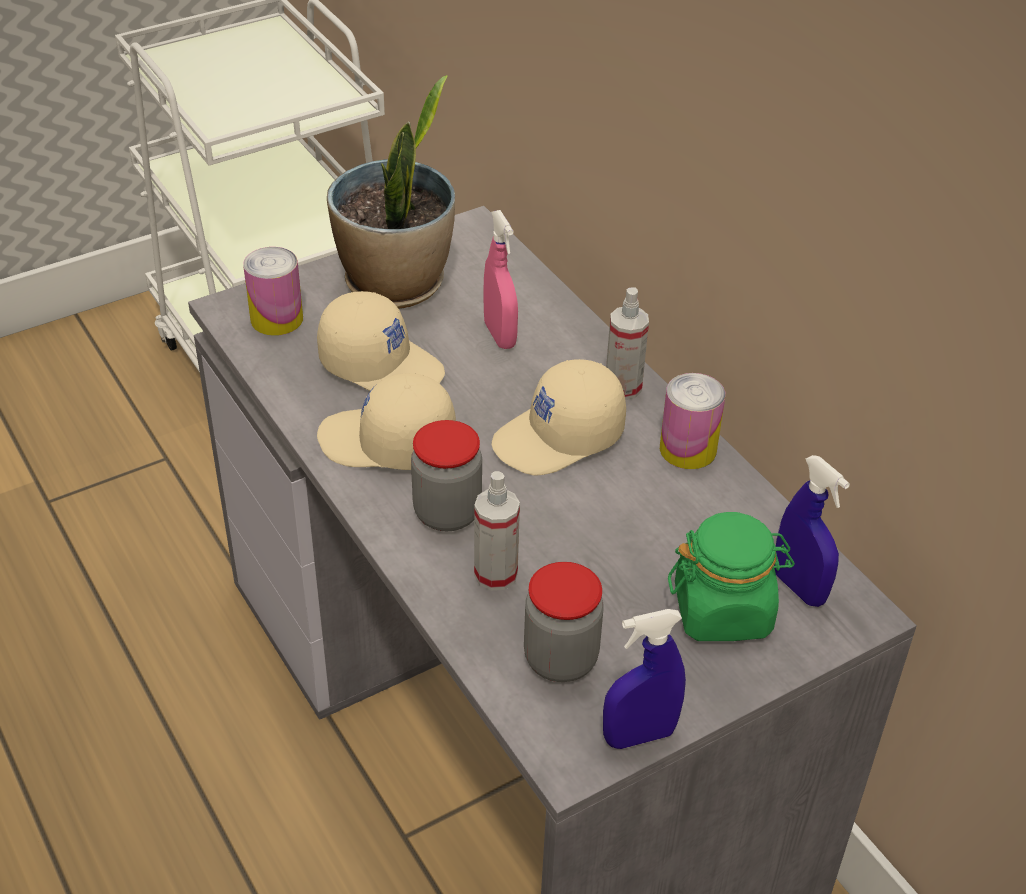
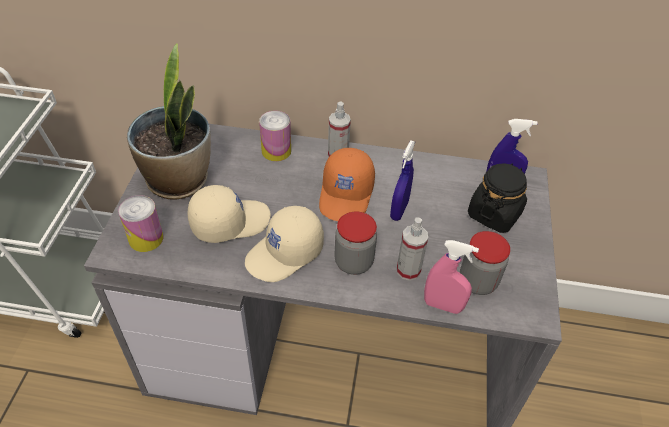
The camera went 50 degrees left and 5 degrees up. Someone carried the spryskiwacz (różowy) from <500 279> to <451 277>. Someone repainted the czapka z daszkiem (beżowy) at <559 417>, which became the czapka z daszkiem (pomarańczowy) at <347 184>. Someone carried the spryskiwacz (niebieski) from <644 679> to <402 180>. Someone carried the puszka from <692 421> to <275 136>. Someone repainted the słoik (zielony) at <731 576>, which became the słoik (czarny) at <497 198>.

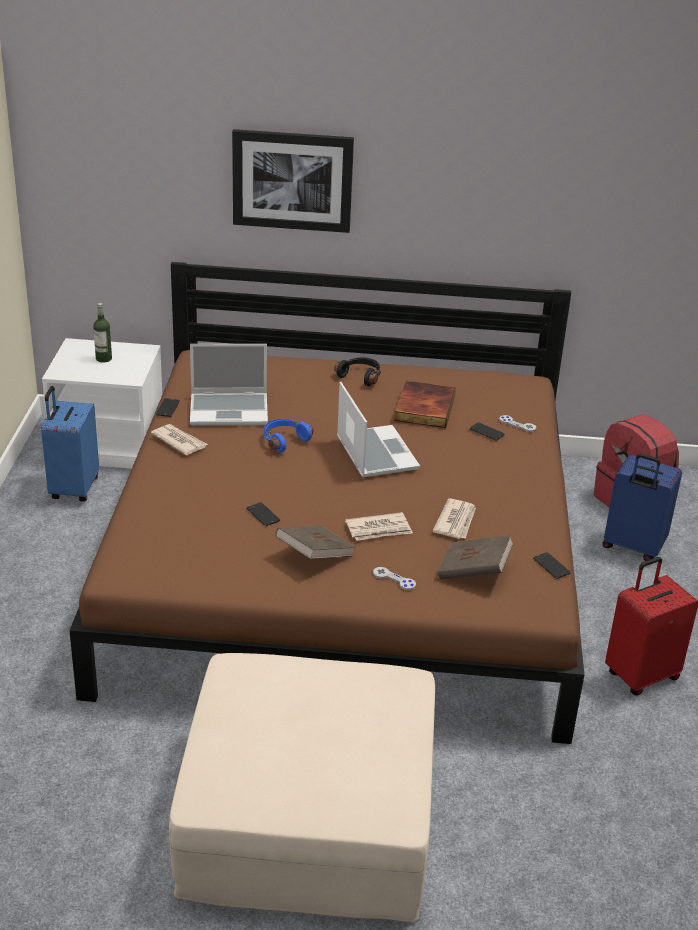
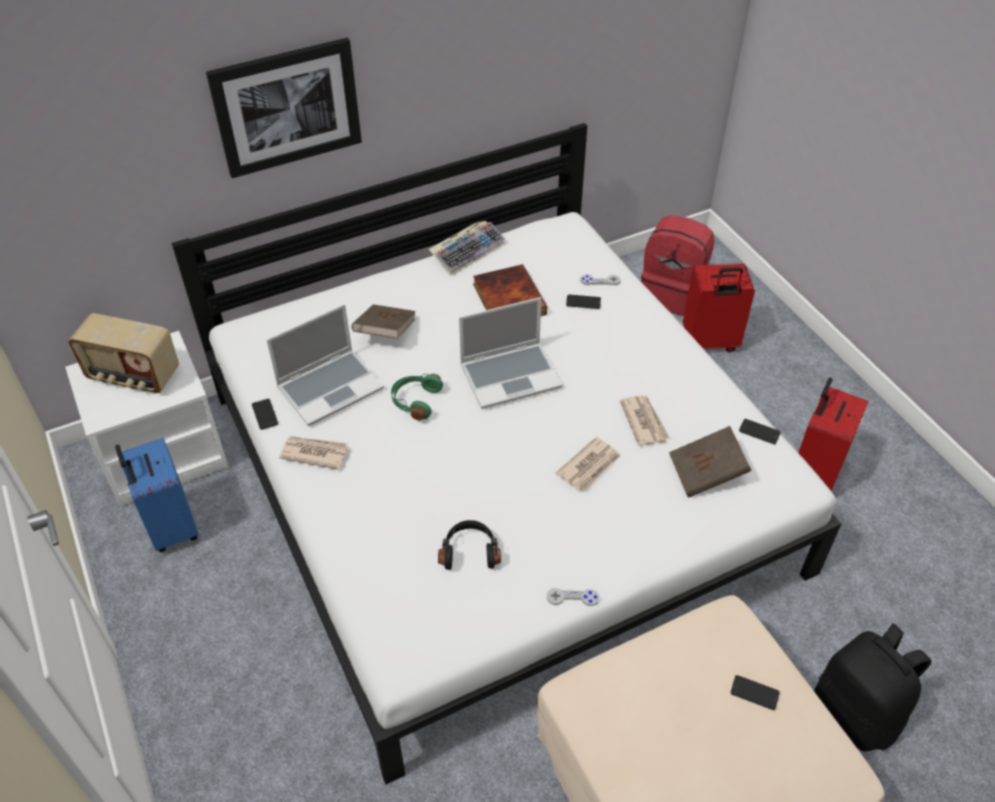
The camera went 30 degrees left and 15 degrees up. Someone repainted the łóżko (brązowy) at <326 503>, which became the łóżko (biały) at <506 453>. Someone swapped the butelka at <102 333> for the radio at <123 353>. Someone carried the telefon from <263 514> to <755 692>. Someone repainted the słuchawki (niebieski) at <289 436>, which became the słuchawki (zielony) at <417 397>. Someone carried the książka (brązowy) from <315 542> to <384 321>. Someone carried the słuchawki (czarny) from <357 371> to <469 545>. Someone rotated the laptop at <378 429> by 120 degrees clockwise. Someone carried the pad do gier (szary) from <394 578> to <573 597>. Someone repainted the walizka (niebieski) at <642 507>, which became the walizka (czerwony) at <719 308>. Someone put down the klawiatura at <467 248>. Someone put down the plecak (czarny) at <872 687>.

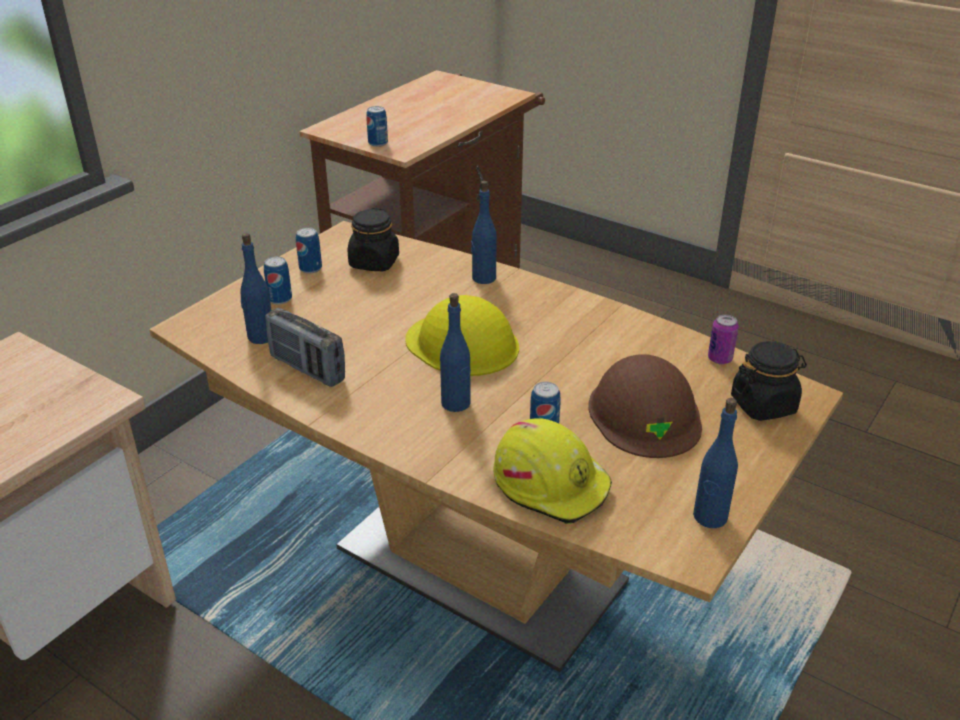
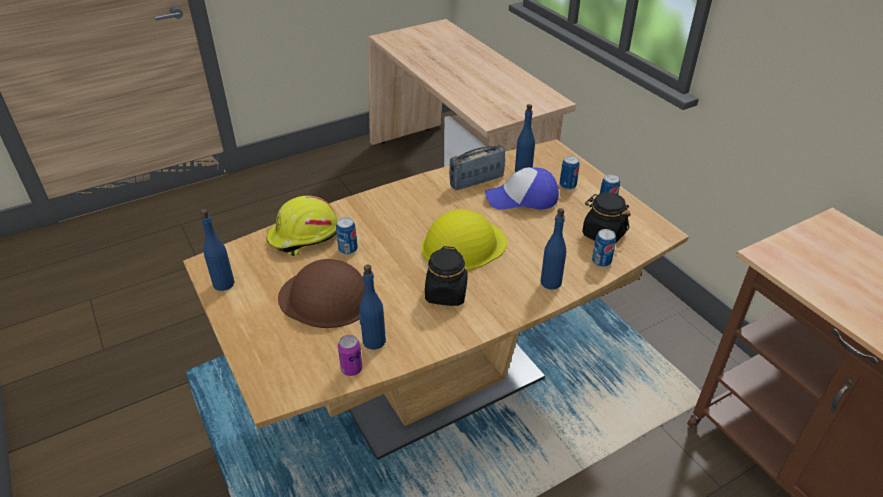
The camera went 115 degrees right and 5 degrees up. Someone carried the puszka from <377 126> to <604 248>. Someone carried the butelka (niebieski) from <455 352> to <372 307>. Someone carried the słoik (czarny) from <769 381> to <446 276>. Someone put down the czapka z daszkiem at <522 188>.

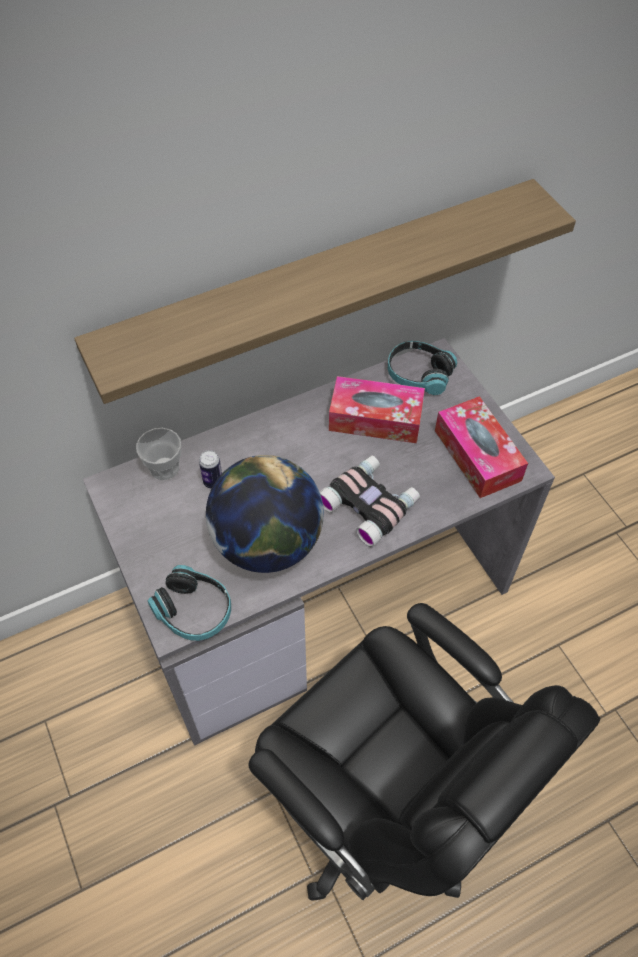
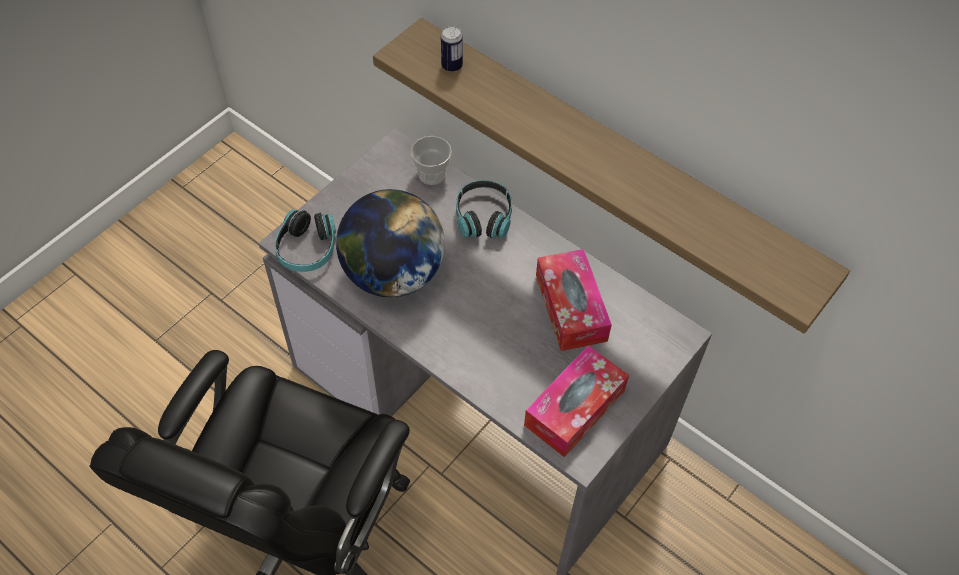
The camera went 65 degrees right and 0 degrees up. Someone carried the puszka from <210 469> to <452 49>. Someone took away the lornetka at <370 501>. Someone carried the słuchawki from <422 368> to <484 209>.

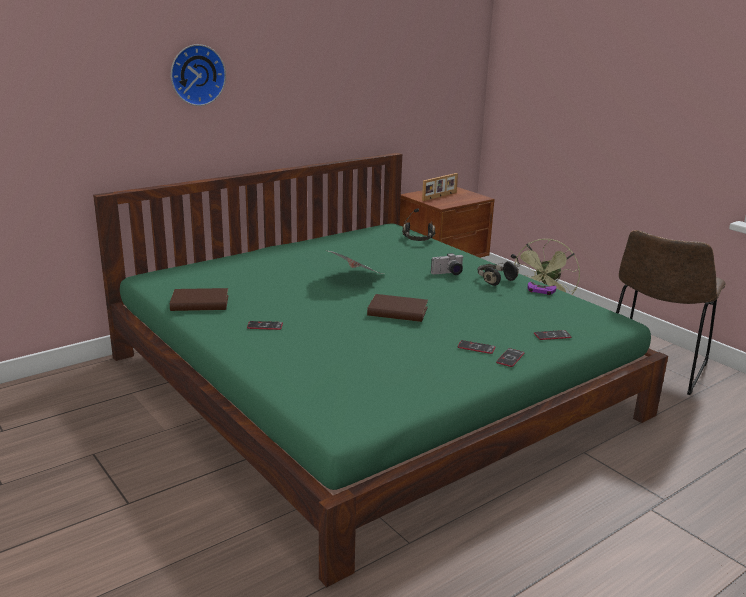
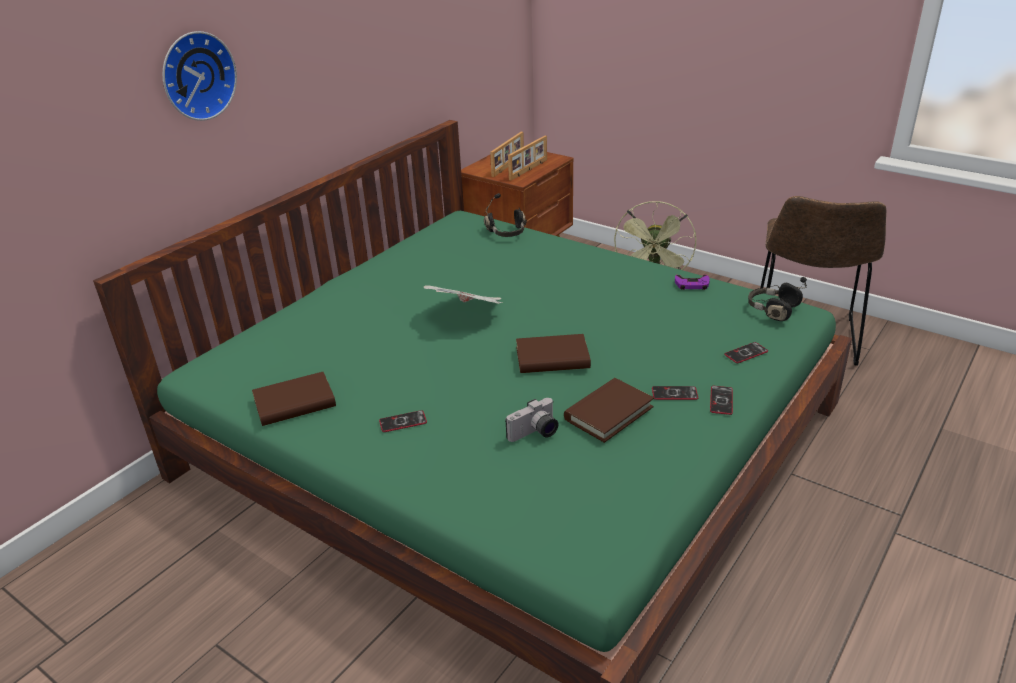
The camera went 15 degrees left and 10 degrees up. Someone carried the aparat fotograficzny from <447 264> to <532 420>. Someone carried the słuchawki (czarny) from <499 270> to <777 299>. Someone put down the ramka na zdjęcie at <527 158>. Someone put down the książka (brązowy) at <609 410>.

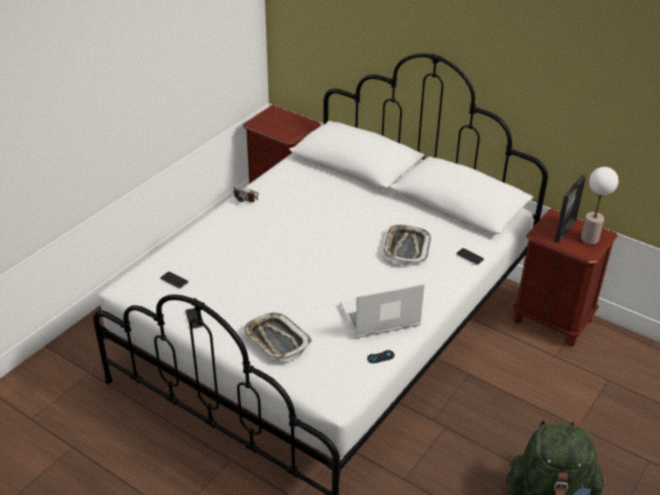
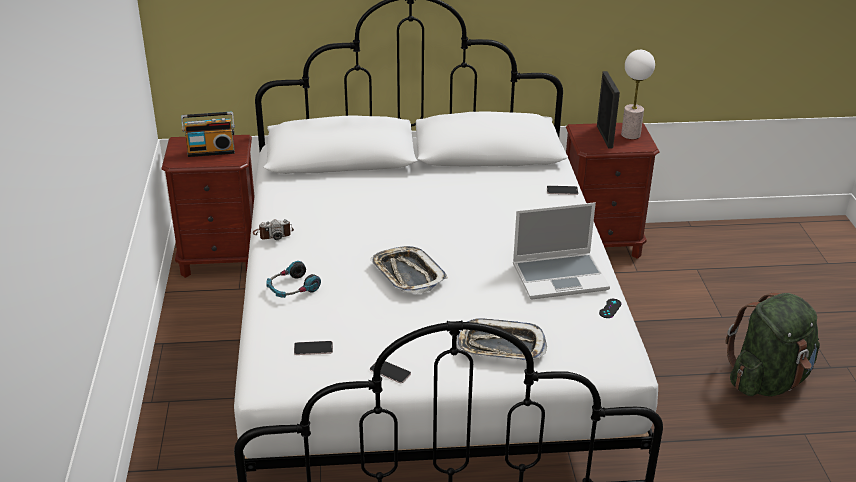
The camera went 40 degrees left and 5 degrees down. Someone rotated the laptop at <382 310> by 135 degrees counterclockwise. Someone carried the taca from <407 244> to <409 270>. Someone put down the radio at <208 134>. Someone put down the słuchawki at <293 279>.

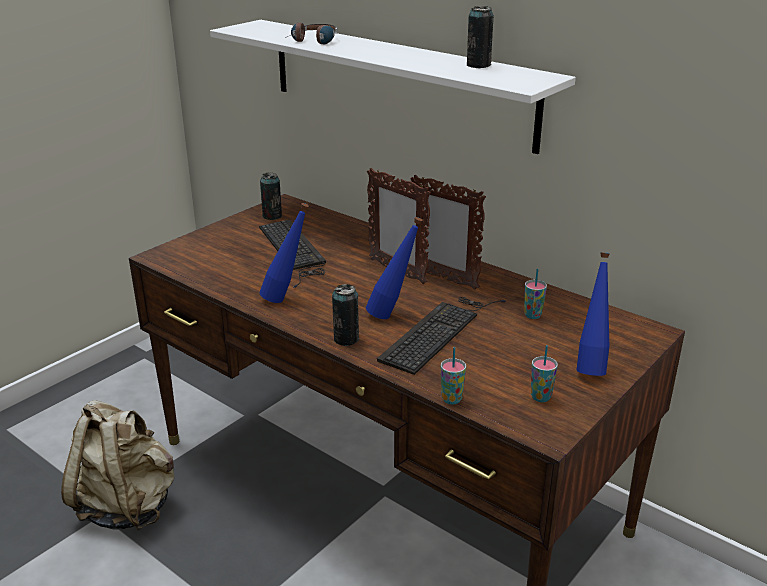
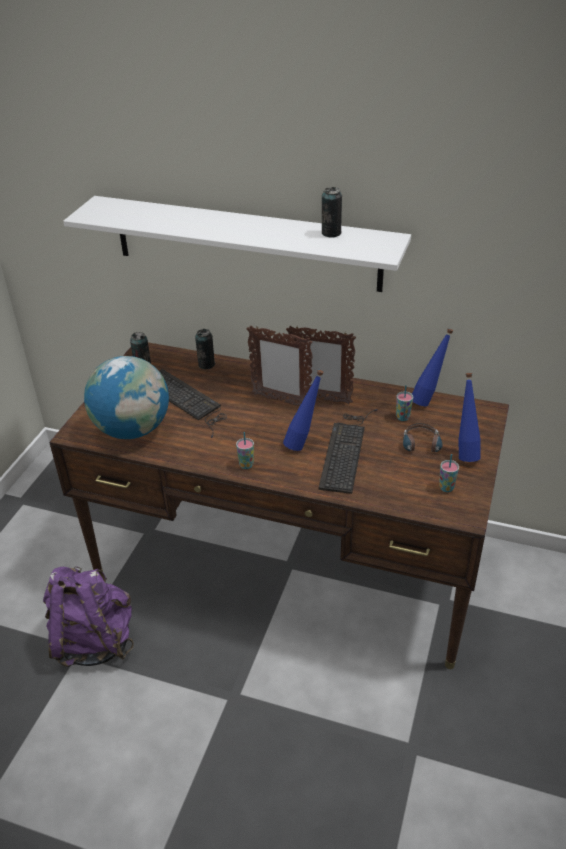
The camera went 20 degrees left and 10 degrees up. Someone repainted the plecak (beżowy) at <118 465>, which became the plecak (fioletowy) at <88 616>. Someone carried the butelka (niebieski) from <284 253> to <432 367>. Someone carried the słuchawki from <311 33> to <422 439>. Someone carried the puszka from <345 315> to <205 349>. Someone carried the filiżanka from <453 376> to <245 450>. Someone put down the globus at <126 397>.

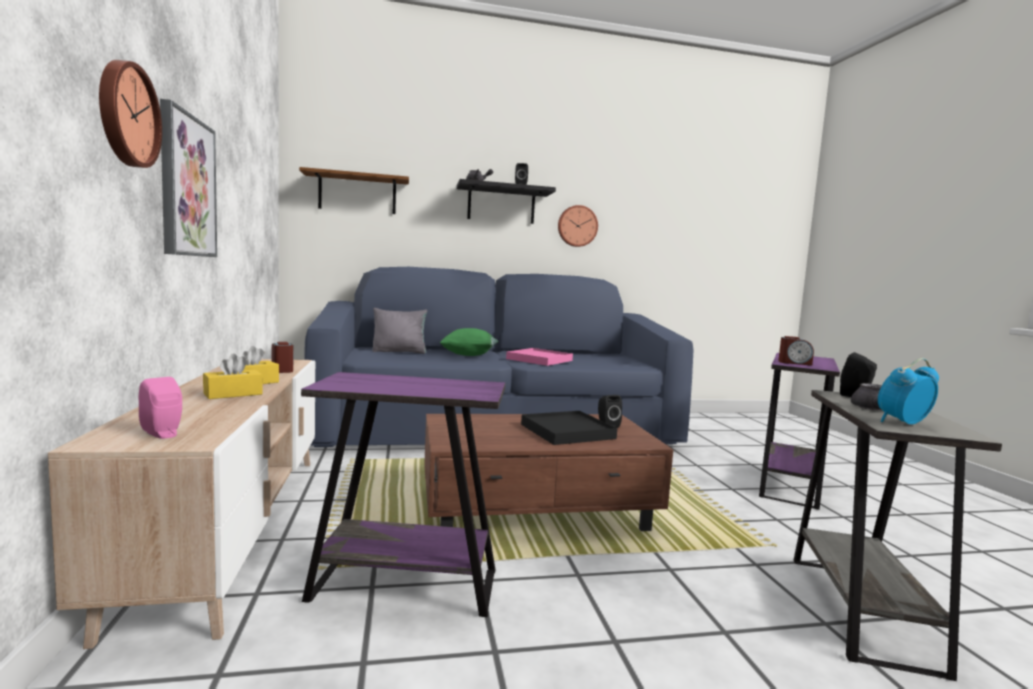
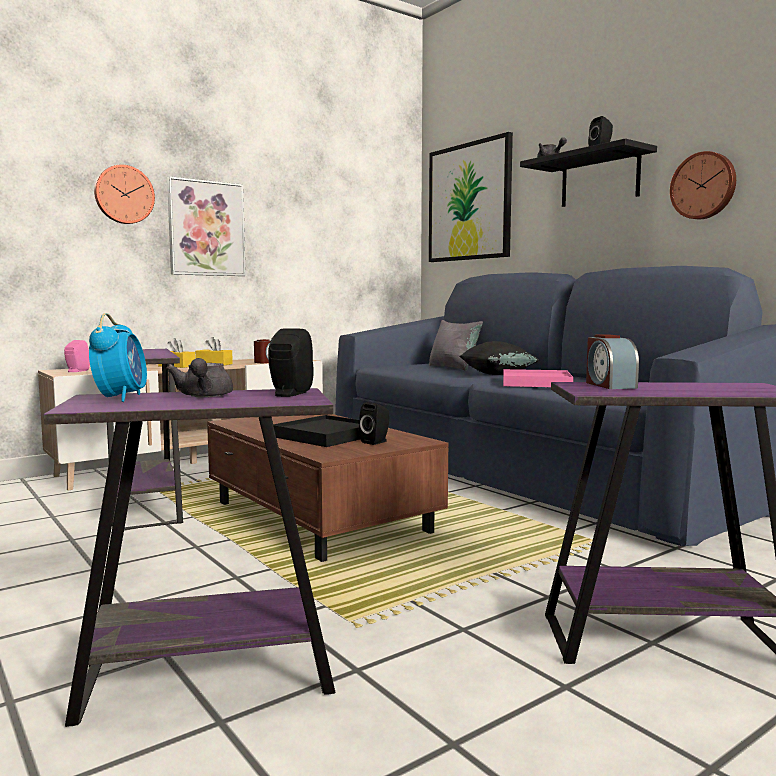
The camera went 65 degrees right and 0 degrees up. Someone swapped the półka (brązowy) at <354 190> for the obraz at <471 197>. Someone repainted the poduszka (zielony) at <469 342>, which became the poduszka (czarny) at <499 358>. Someone repainted the stolik (szary) at <898 535>, which became the stolik (fioletowy) at <189 557>. Someone rotated the budzik at <908 391> by 45 degrees clockwise.

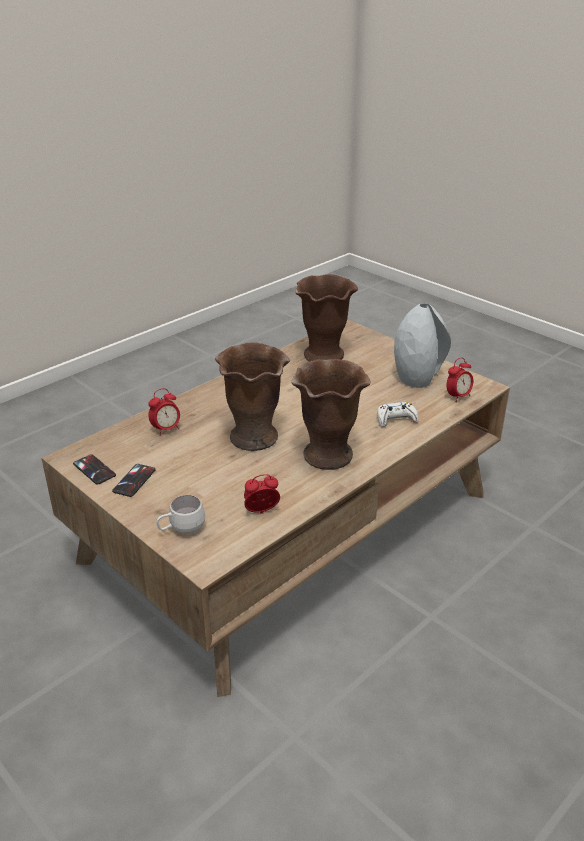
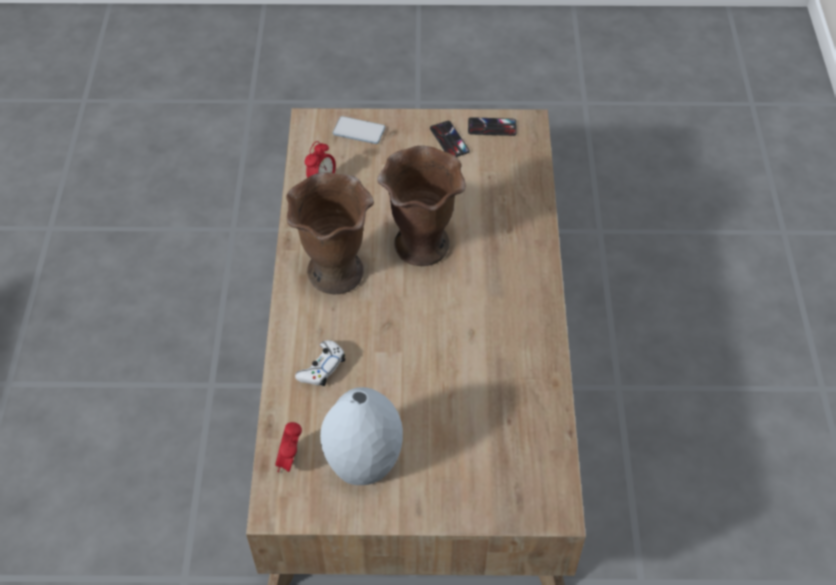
The camera went 135 degrees right and 20 degrees up. Someone took away the budzik at <164 412>. Someone swapped the kubek (biały) at <180 514> for the telefon at <359 130>. Someone took away the wazon (brązowy) at <326 318>.

